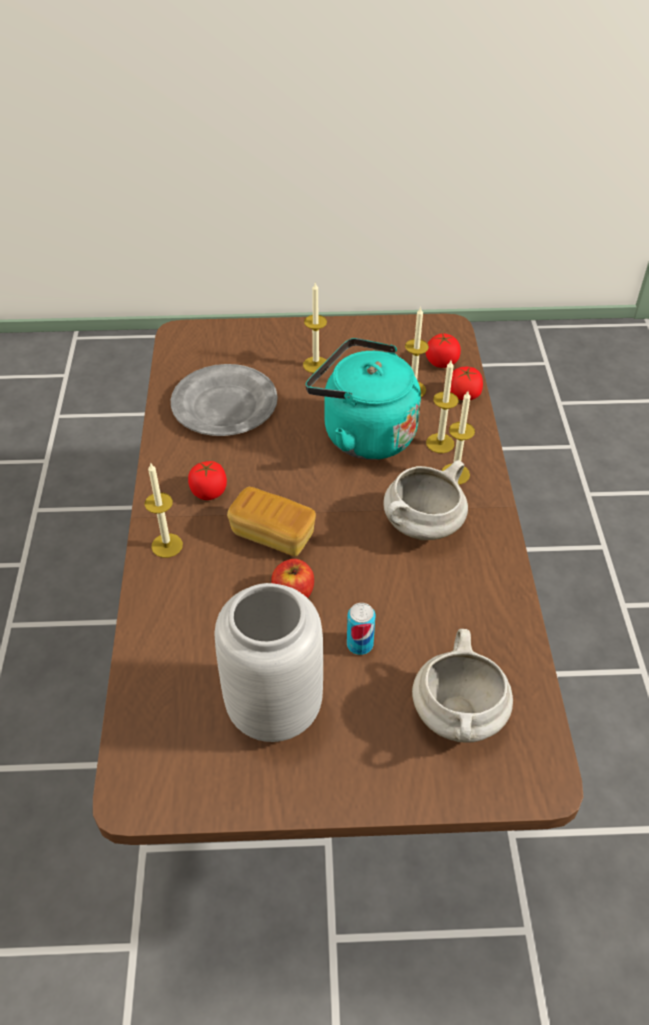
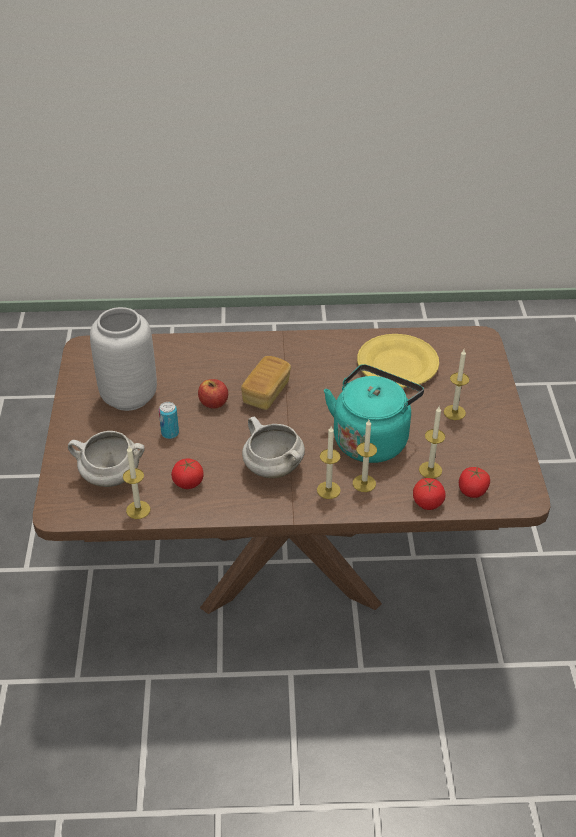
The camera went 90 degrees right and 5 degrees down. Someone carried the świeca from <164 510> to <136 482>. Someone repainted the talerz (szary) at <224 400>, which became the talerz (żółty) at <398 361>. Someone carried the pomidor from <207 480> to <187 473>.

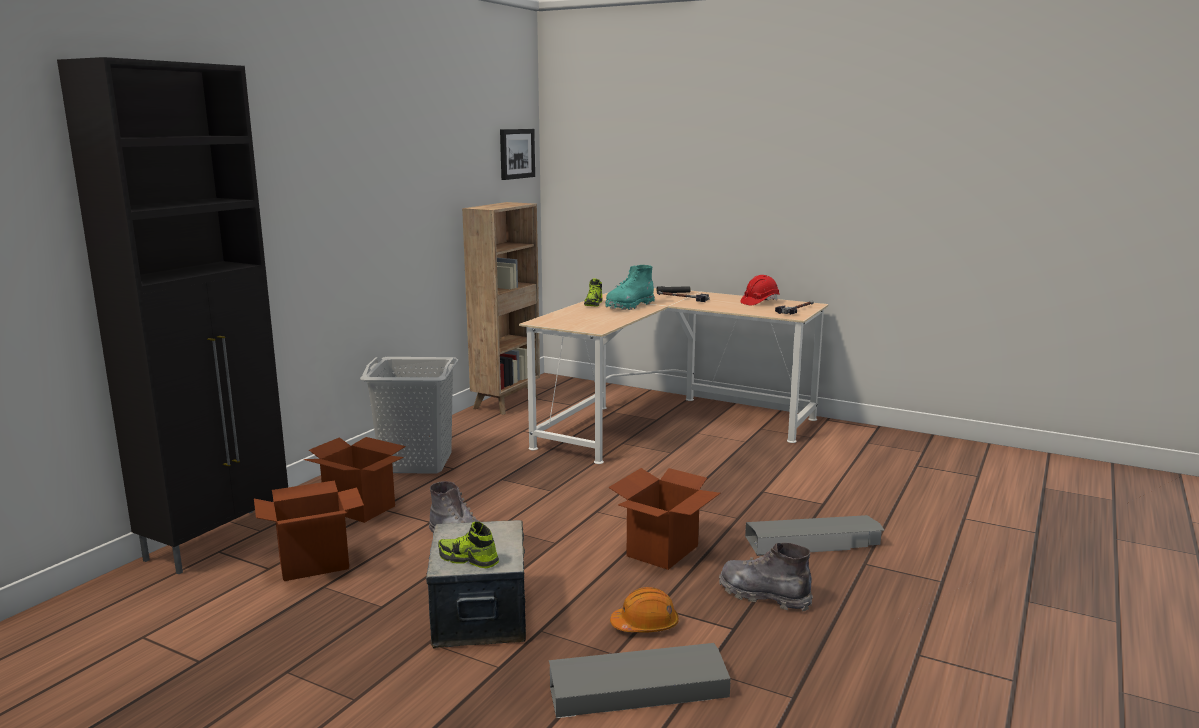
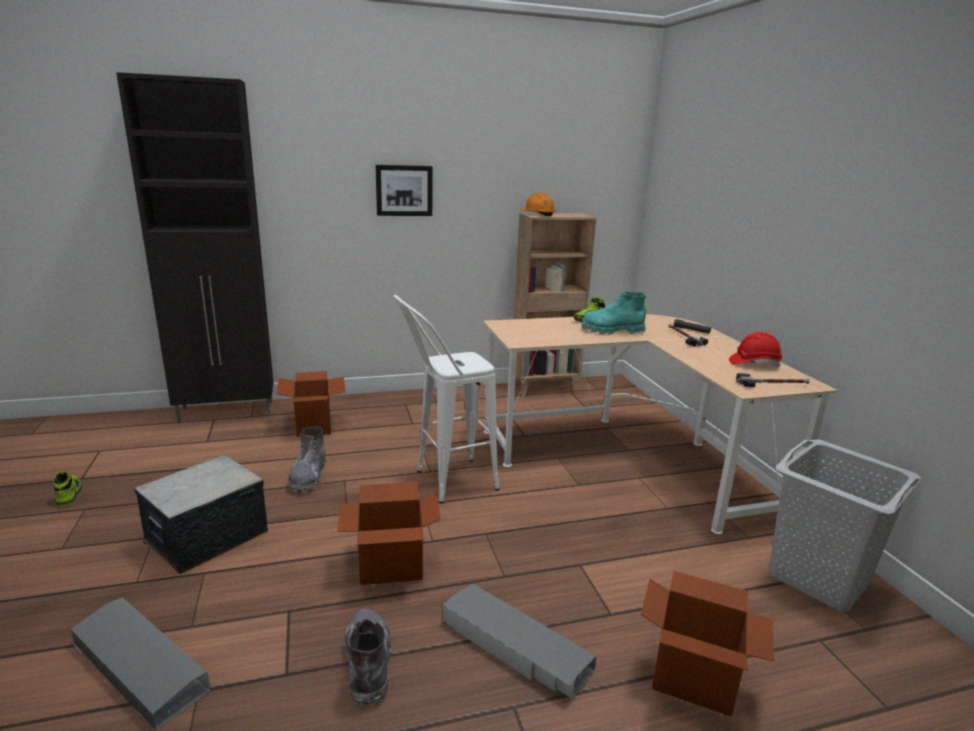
The camera went 45 degrees right and 5 degrees up. Someone carried the karton from <309 530> to <707 643>. Someone carried the kosz na pranie (szary) from <409 415> to <845 525>. Someone carried the but from <468 545> to <67 489>. Someone carried the obraz from <517 154> to <404 190>. Someone carried the kask (pomarańczowy) from <644 609> to <538 204>. Someone put down the stołek (biały) at <446 399>.

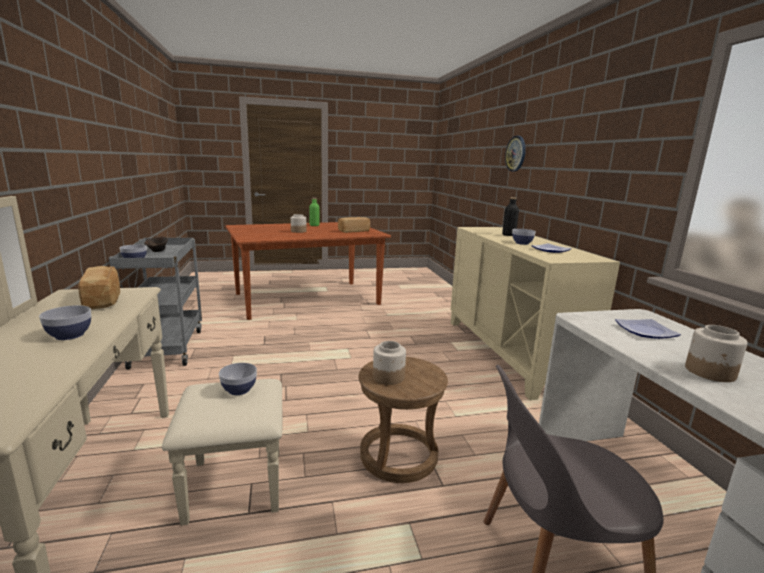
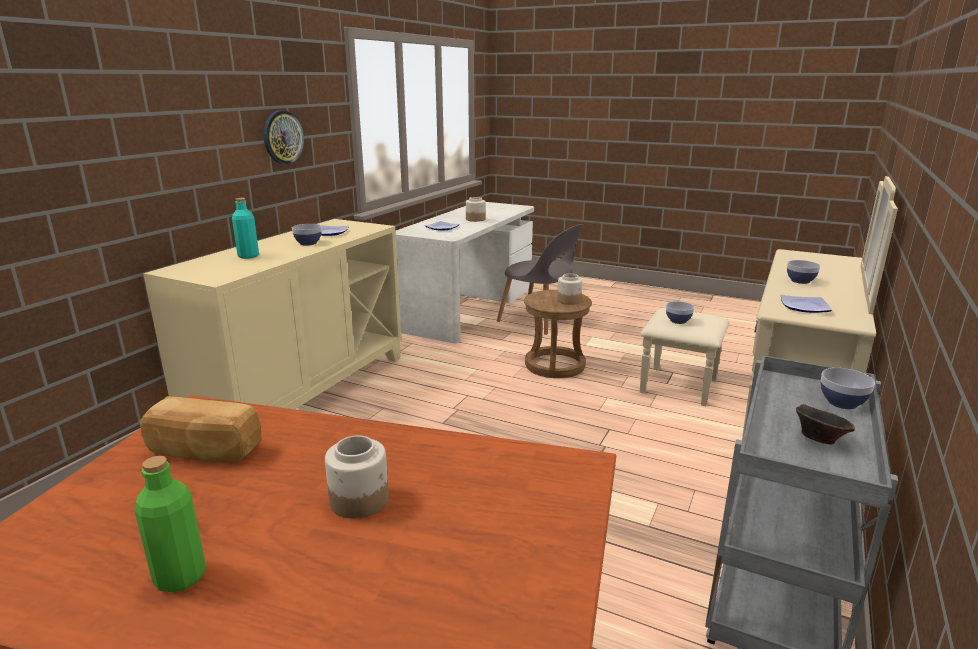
The camera went 140 degrees left and 5 degrees up. Someone swapped the chleb at <99 287> for the talerz at <806 304>. Someone repainted the butelka (czarny) at <510 216>, which became the butelka (turkusowy) at <245 228>. Someone carried the zegar ścienny from <515 154> to <284 137>.

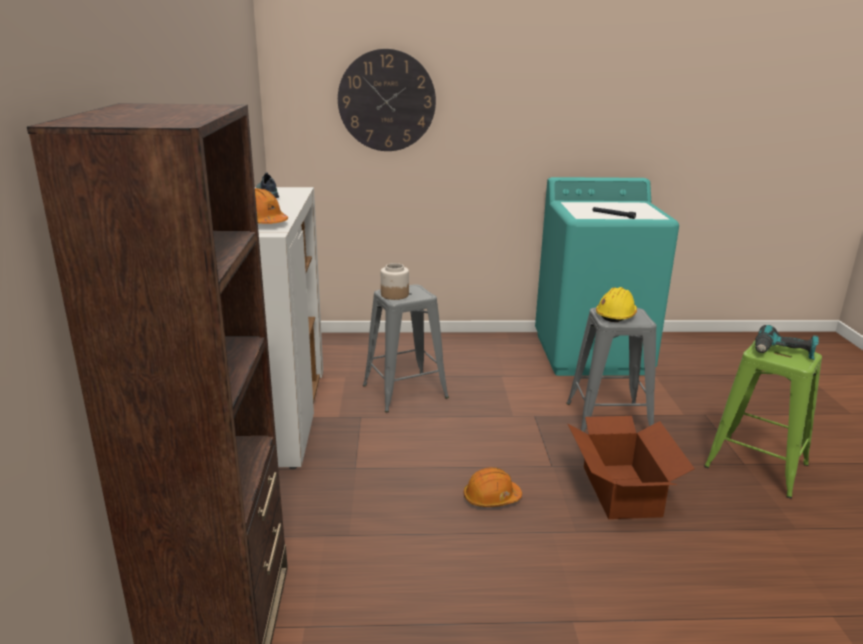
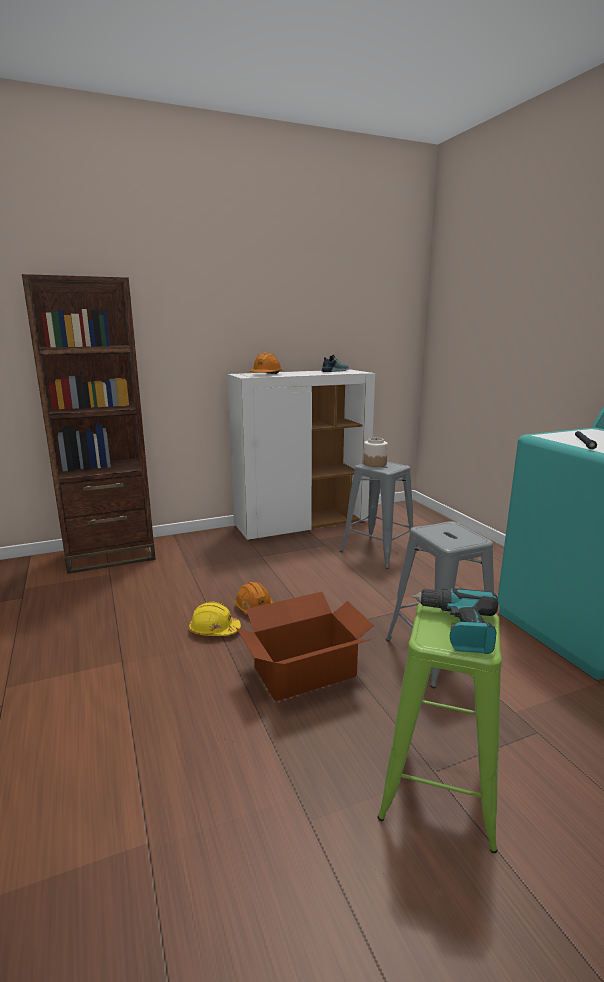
The camera went 70 degrees right and 5 degrees down. Someone took away the zegar ścienny at <387 100>. Someone carried the kask (żółty) from <616 304> to <215 619>.

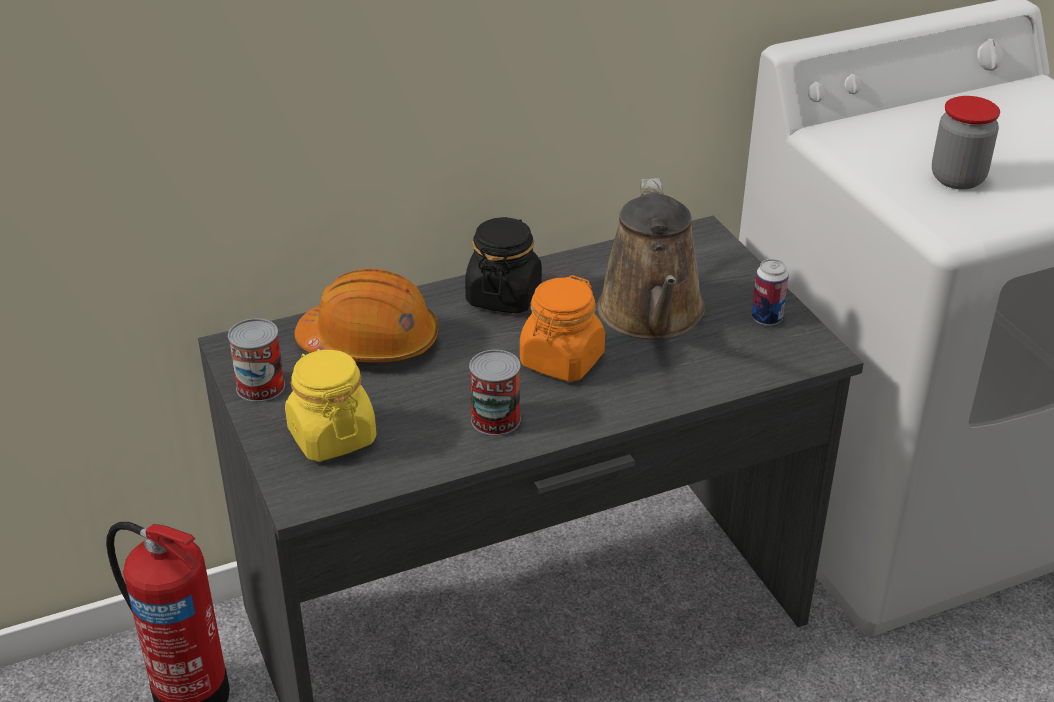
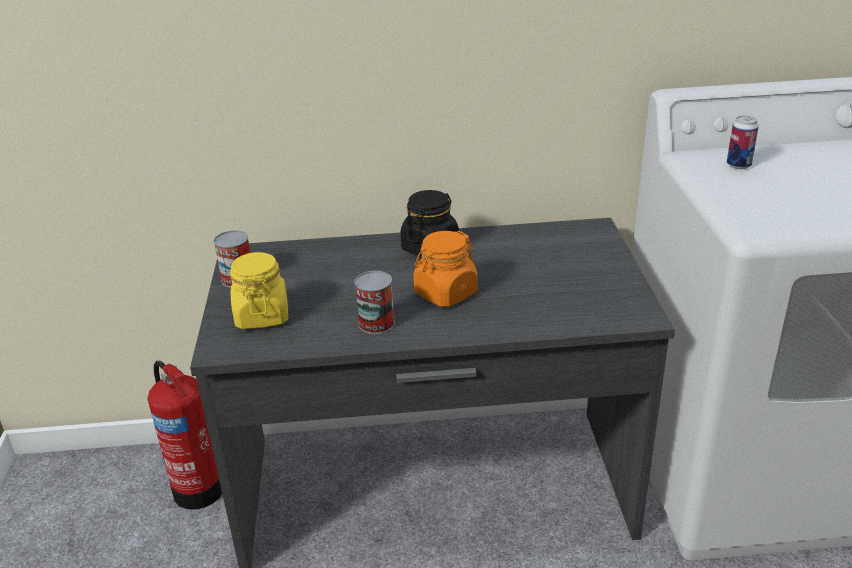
The camera went 20 degrees right and 5 degrees down. Someone took away the kask (pomarańczowy) at <366 315>. Someone took away the konewka (brązowy) at <651 259>. Someone carried the puszka from <770 292> to <743 142>. Someone took away the słoik at <966 142>.

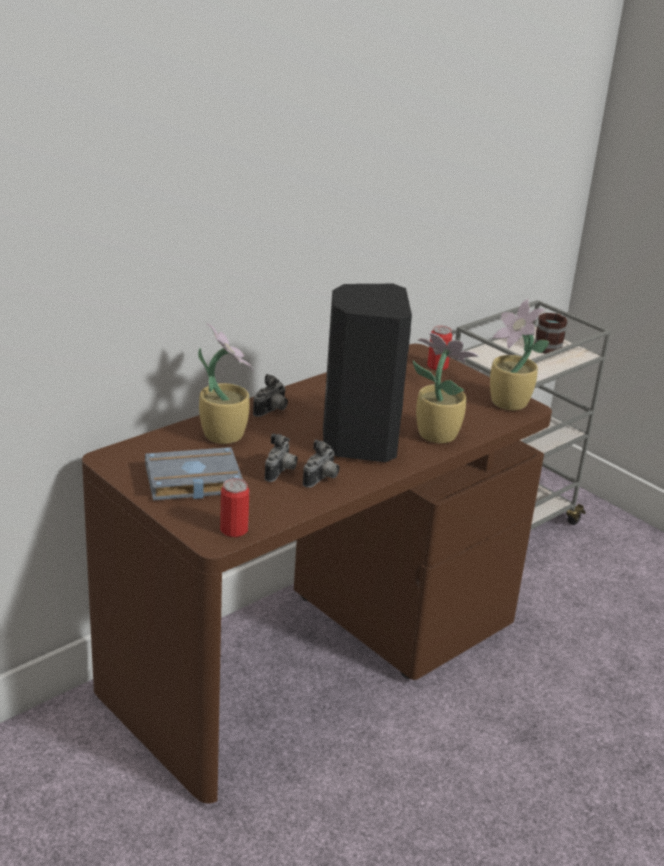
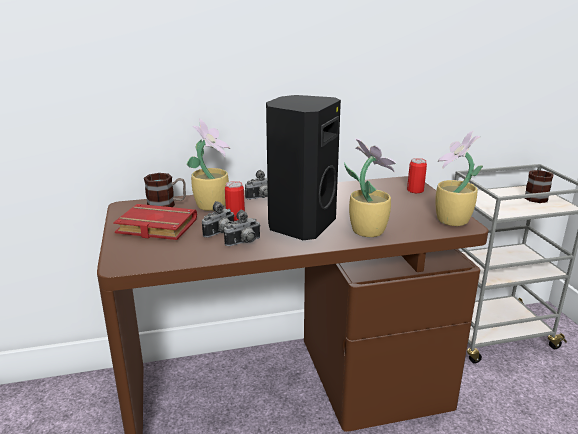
The camera went 30 degrees right and 5 degrees down. Someone repainted the książka (szary) at <194 473>, which became the książka (czerwony) at <155 222>. Someone carried the puszka from <234 507> to <235 201>. Someone put down the kubek at <165 190>.

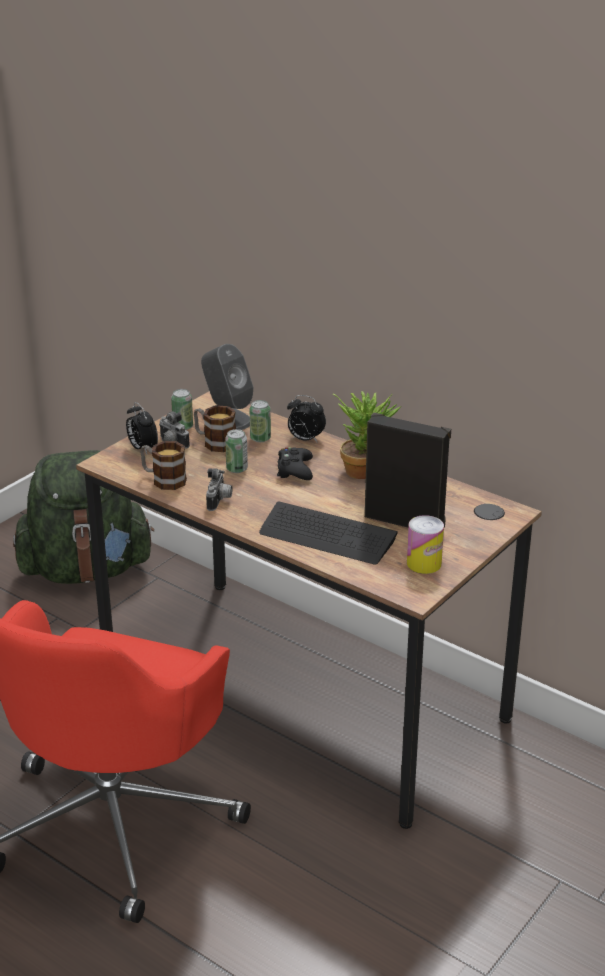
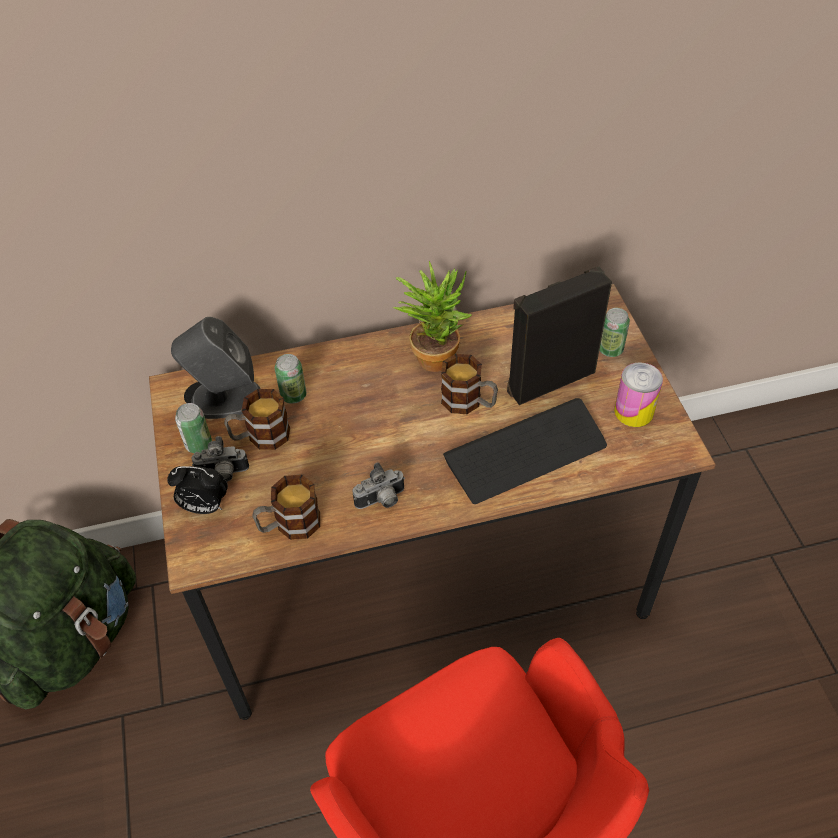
The camera went 50 degrees left and 20 degrees up. Someone rotated the aparat fotograficzny at <219 489> by 105 degrees clockwise. Someone carried the puszka from <236 451> to <614 332>. Someone took away the pad do gier (czarny) at <295 463>. Someone took away the budzik at <306 419>. Someone put down the kubek at <469 384>.

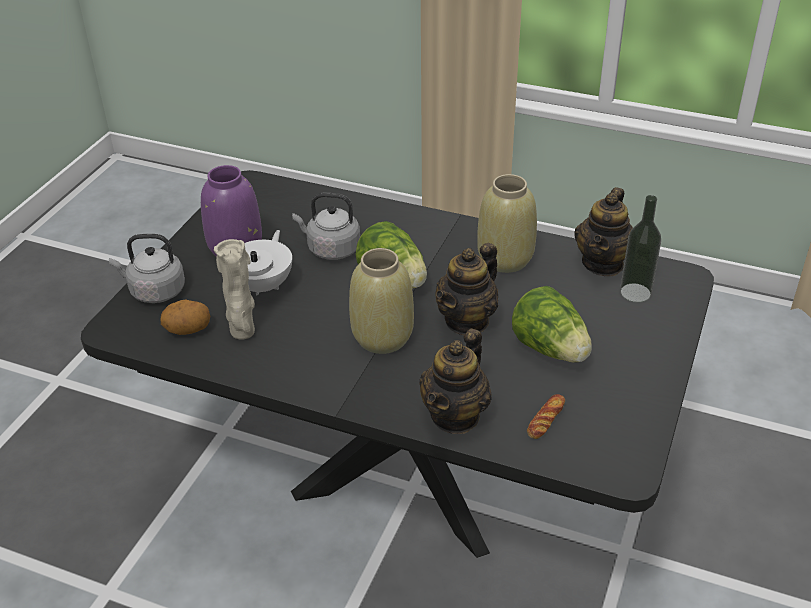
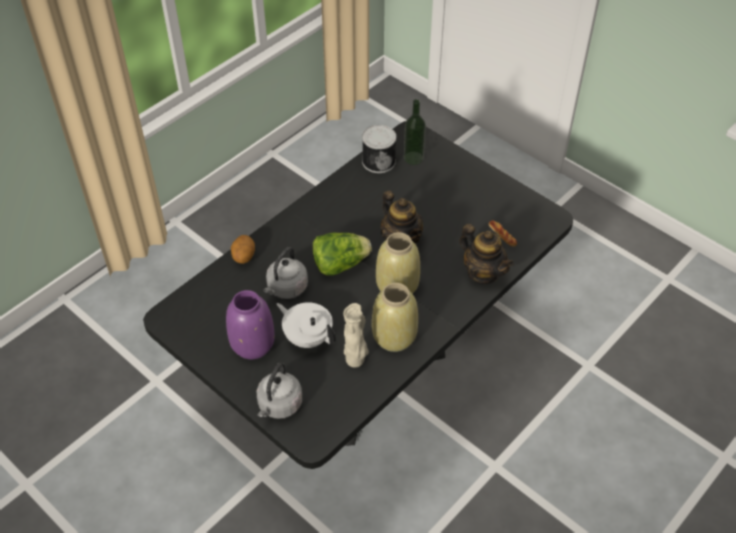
The camera went 70 degrees left and 10 degrees up. Someone carried the ziemniak from <185 317> to <243 249>. Someone carried the wazon (beżowy) from <507 223> to <395 317>. Someone took away the sałata at <552 324>. Someone swapped the imbryk at <603 231> for the puszka at <379 149>.

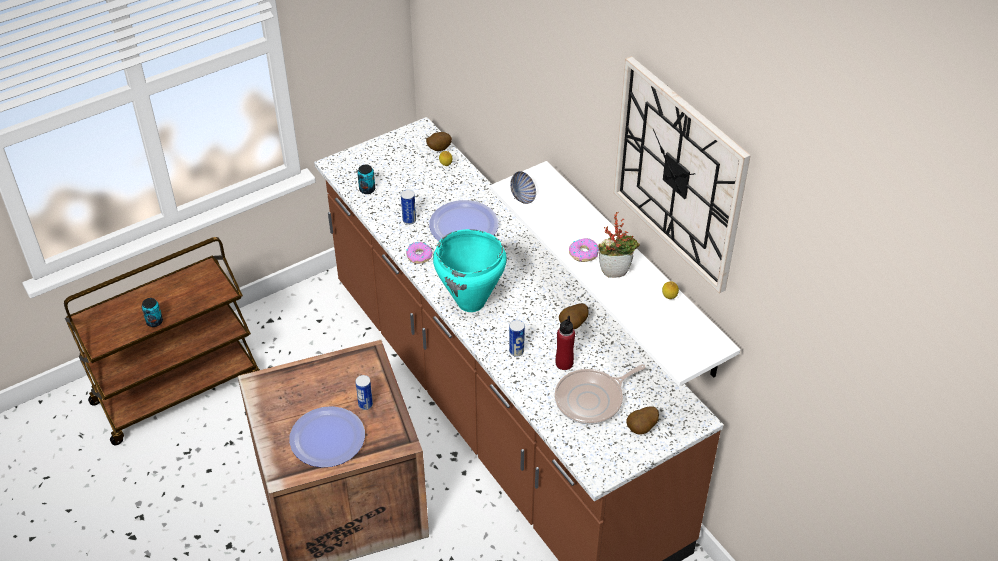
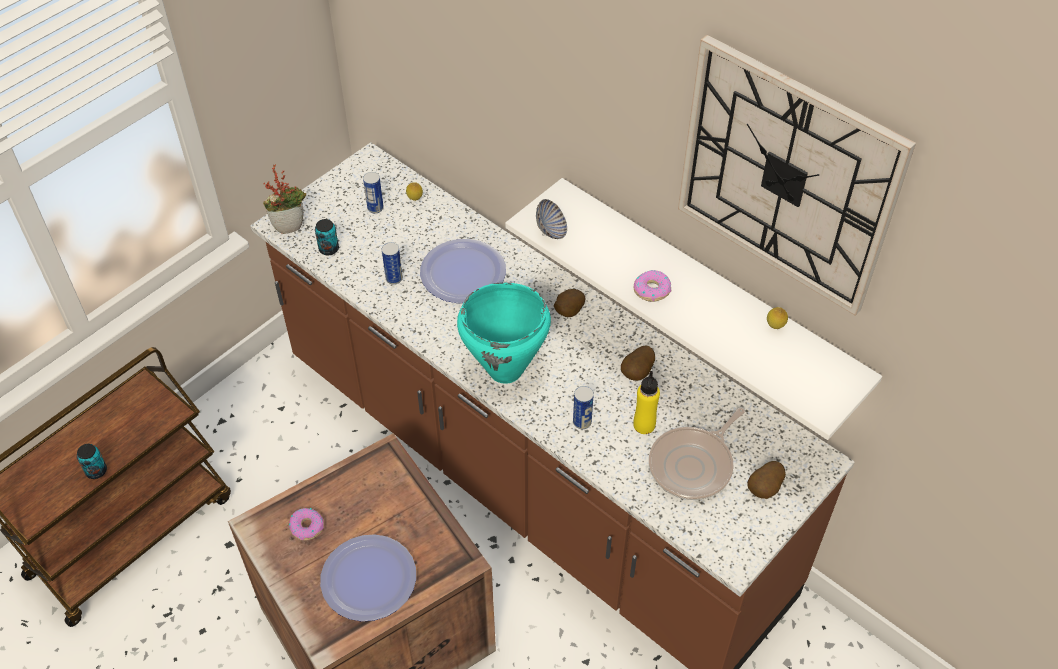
The camera went 15 degrees left and 5 degrees up. Someone carried the puszka from <364 392> to <373 193>. Someone carried the donut from <419 253> to <306 524>. Someone carried the ziemniak from <439 141> to <569 303>. Someone repainted the butelka (czerwony) at <565 342>, which became the butelka (żółty) at <646 402>. Someone carried the roślina doniczkowa from <619 245> to <284 199>.

